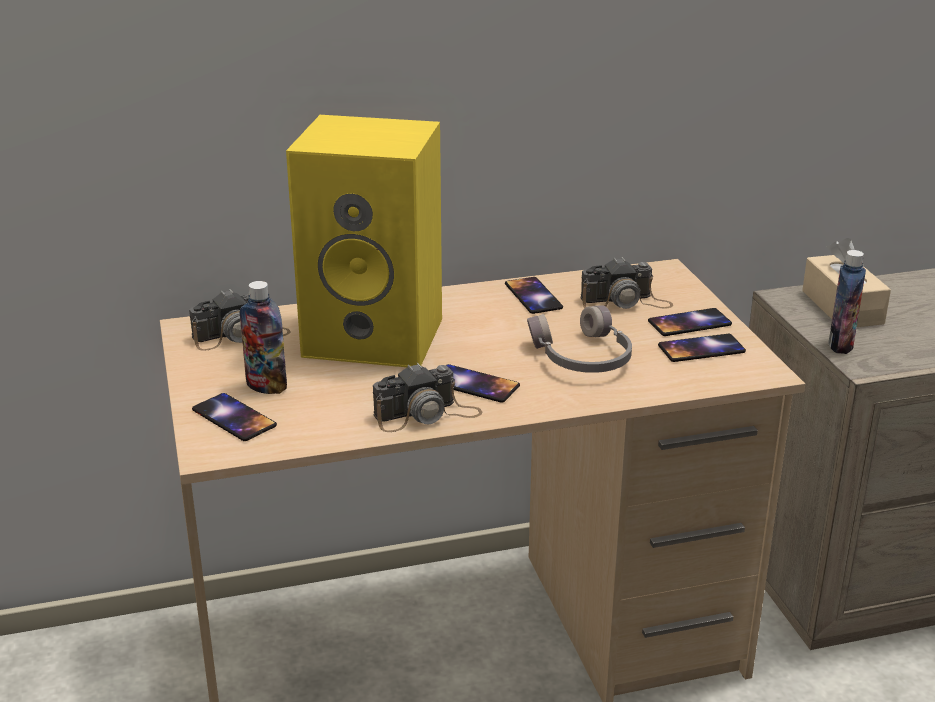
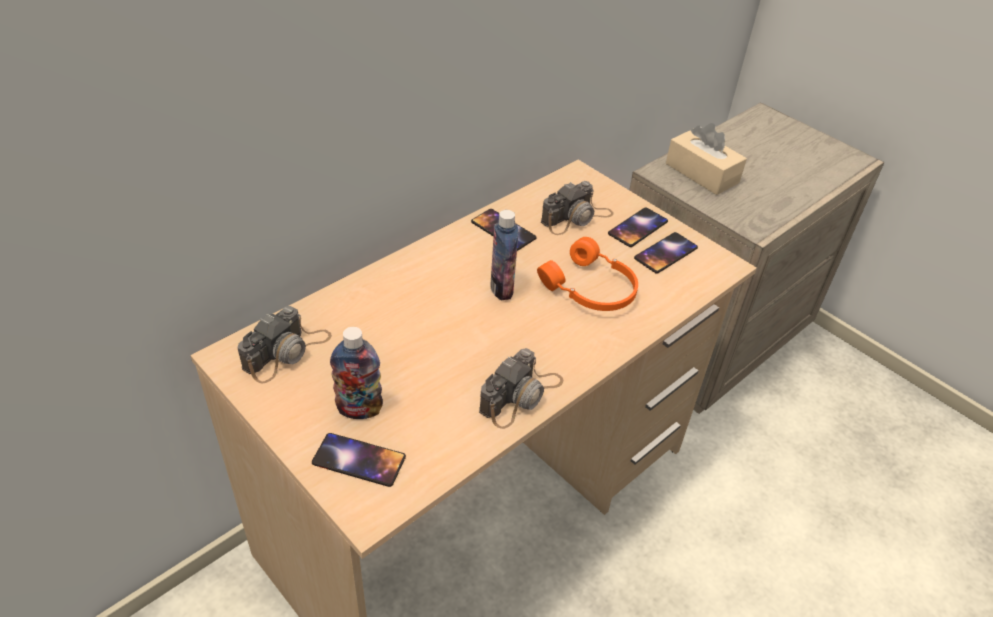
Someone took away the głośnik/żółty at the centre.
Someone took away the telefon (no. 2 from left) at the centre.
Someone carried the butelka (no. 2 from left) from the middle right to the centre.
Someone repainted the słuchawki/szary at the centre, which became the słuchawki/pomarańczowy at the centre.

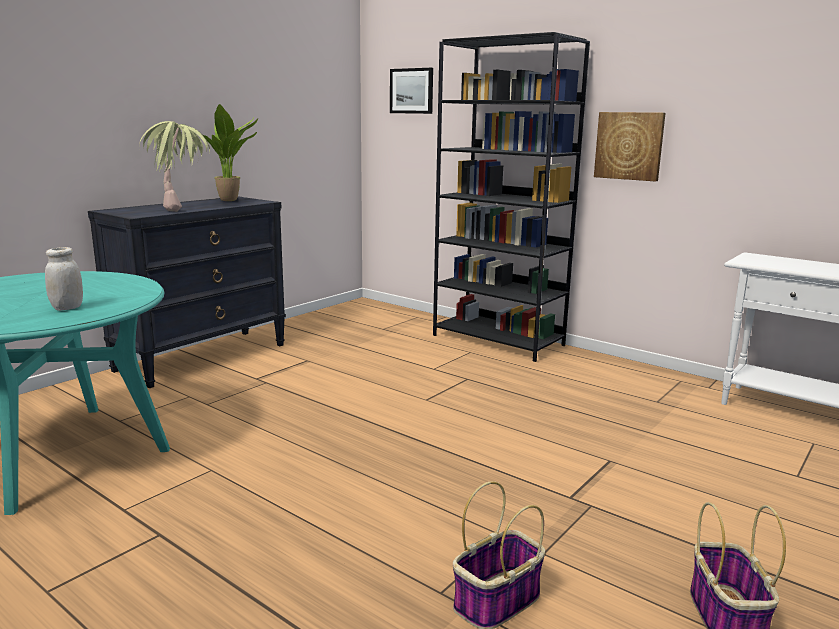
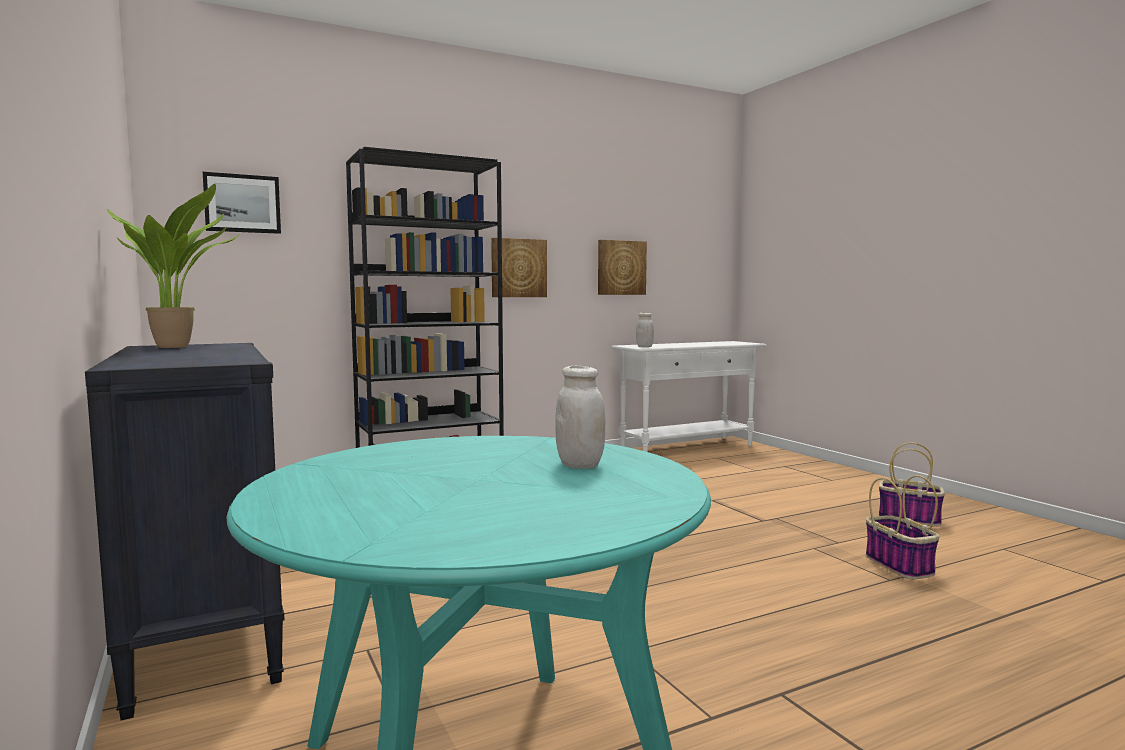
Someone took away the roślina doniczkowa (no. 1 from left) at the top left.
Someone put up the obraz (no. 3 from left) at the centre.
Someone put down the słoik/biały (no. 2 from left) at the centre.

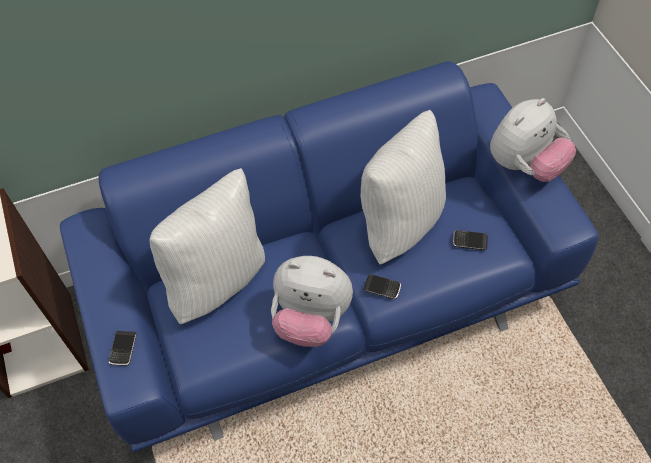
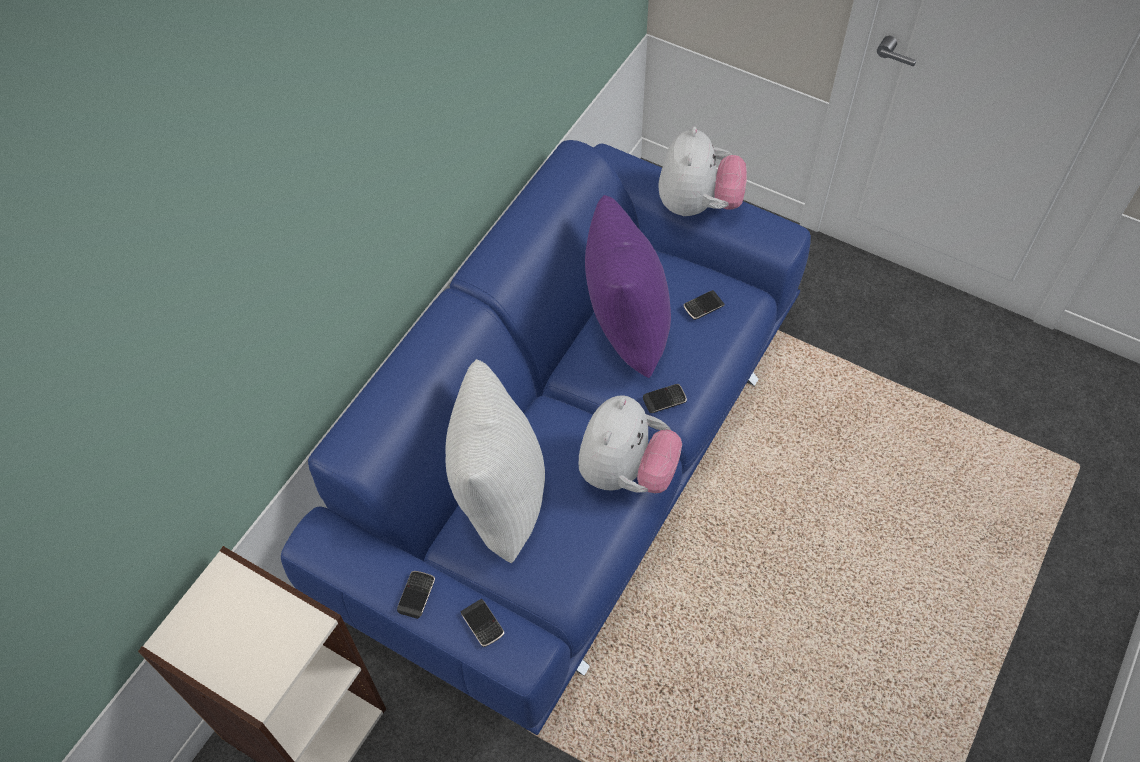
Someone put down the telefon (no. 1 from left) at the bottom centre.
Someone repainted the poduszka/biały (no. 2 from left) at the centre, which became the poduszka/fioletowy at the centre.
Someone rotated the pluszak (no. 1 from left) at the centre by 45 degrees counterclockwise.

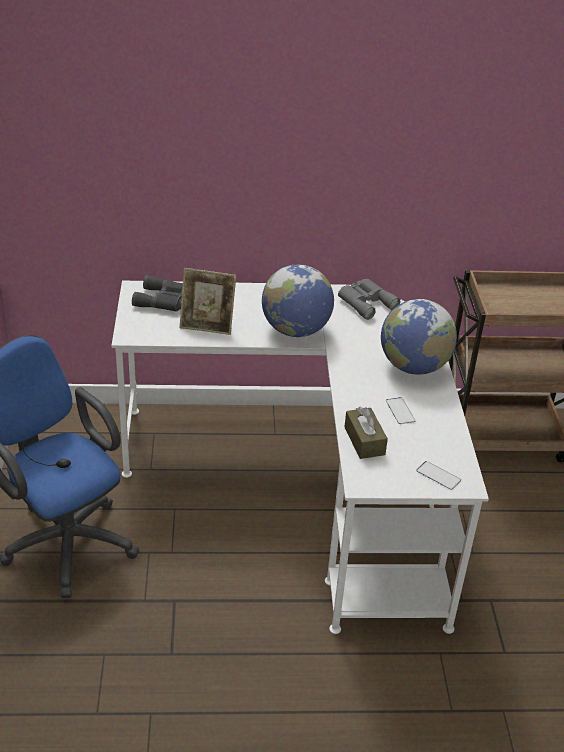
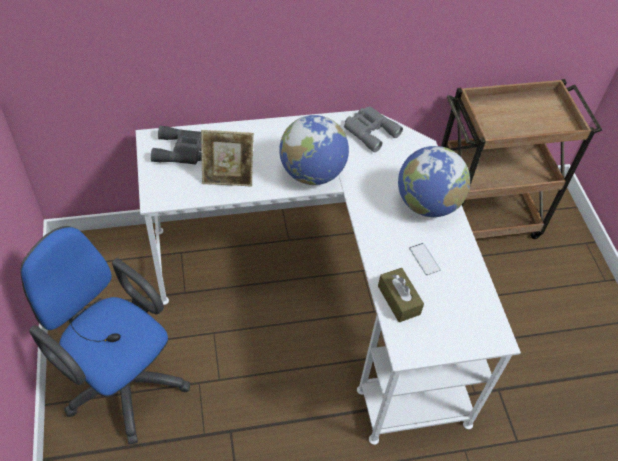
Someone took away the telefon (no. 2 from left) at the middle right.

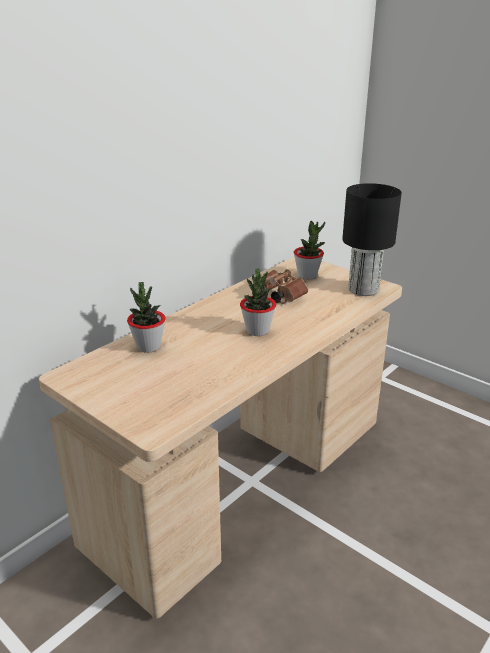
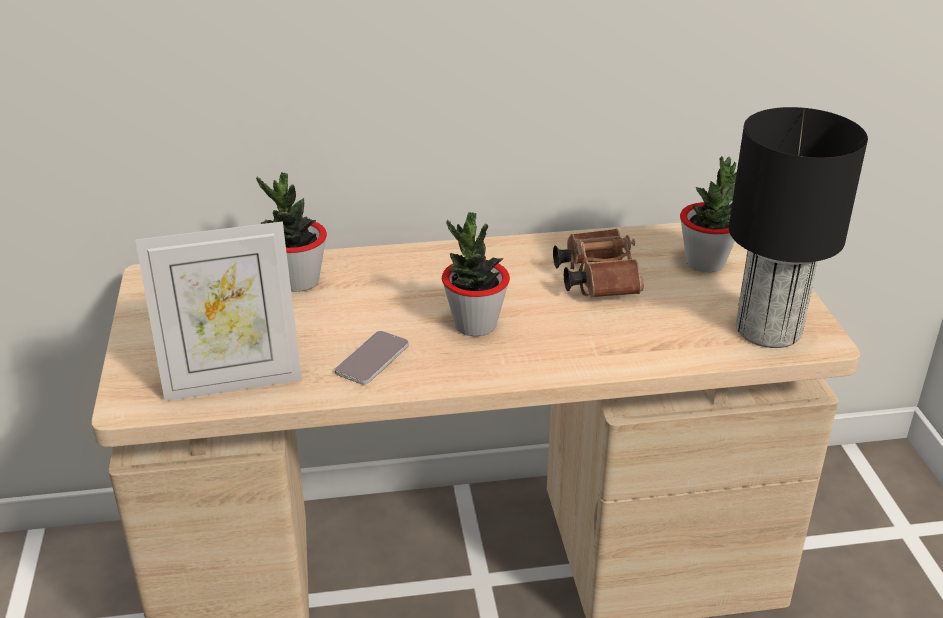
Someone put down the ramka na zdjęcie at the middle left.
Someone put down the telefon at the centre.

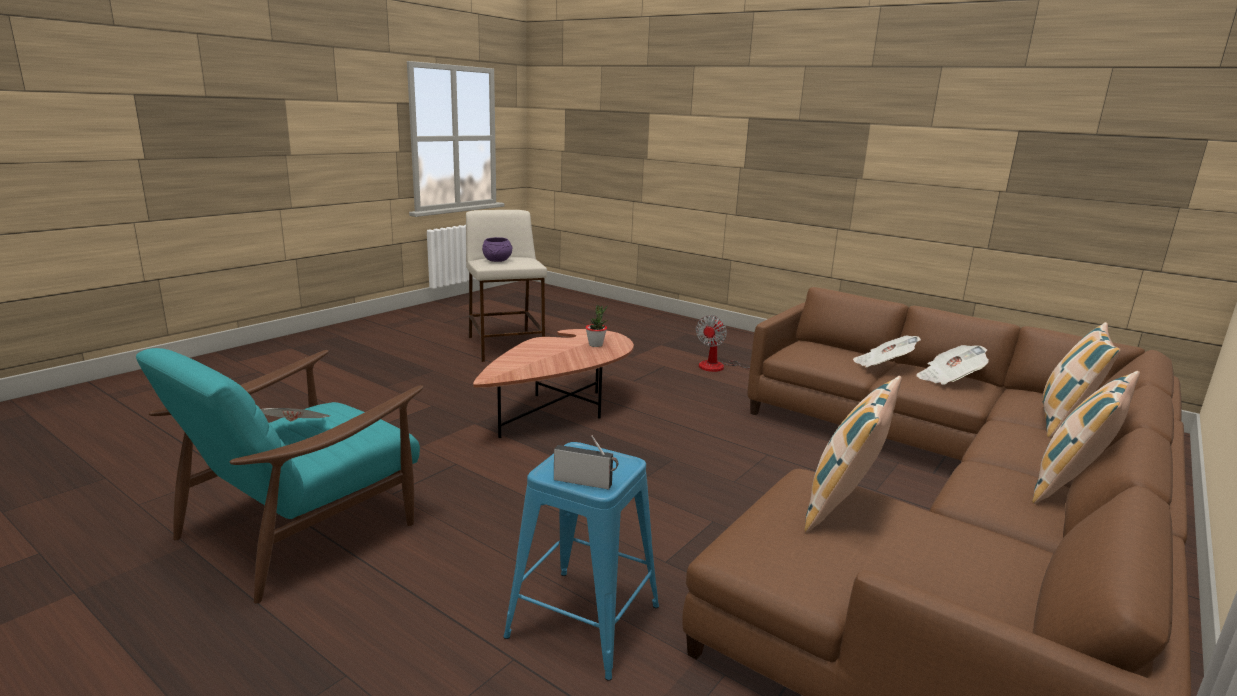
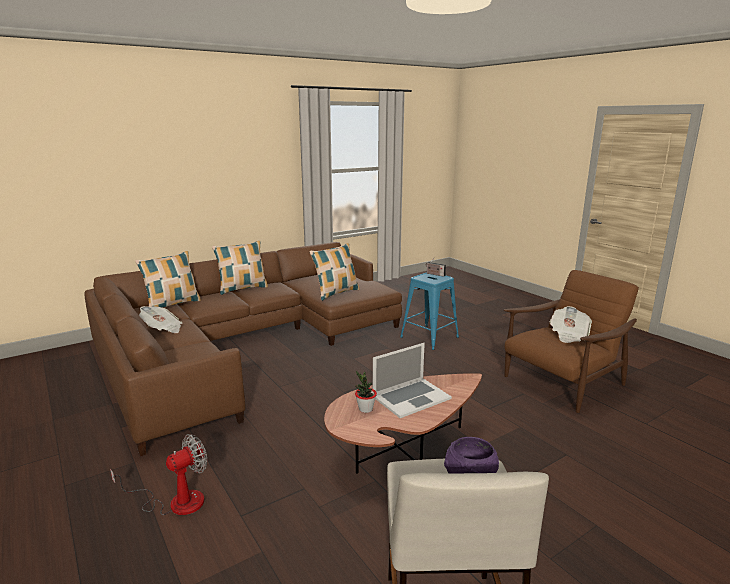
Someone took away the gazeta (no. 2 from left) at the middle right.
Someone put down the laptop at the centre.
Someone repainted the fotel/turkusowy at the bottom left, which became the fotel/brązowy at the middle right.

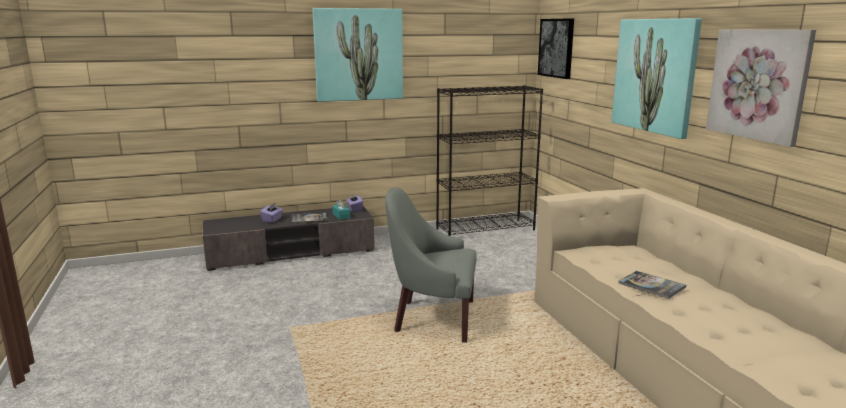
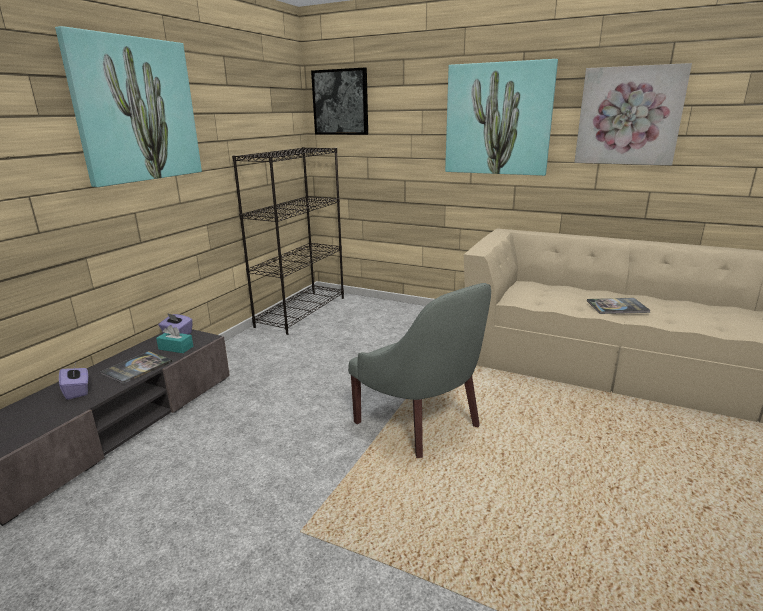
Someone rotated the fotel/szary at the centre by 90 degrees counterclockwise.

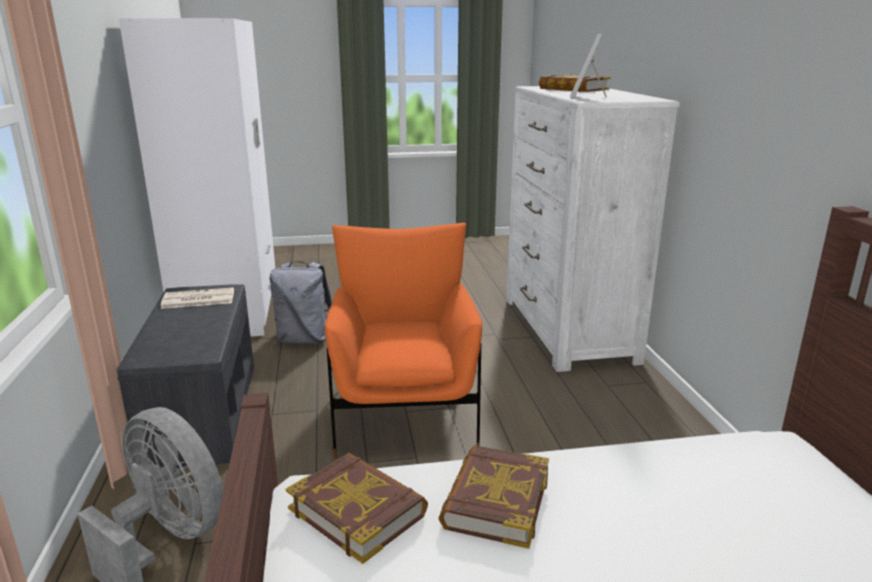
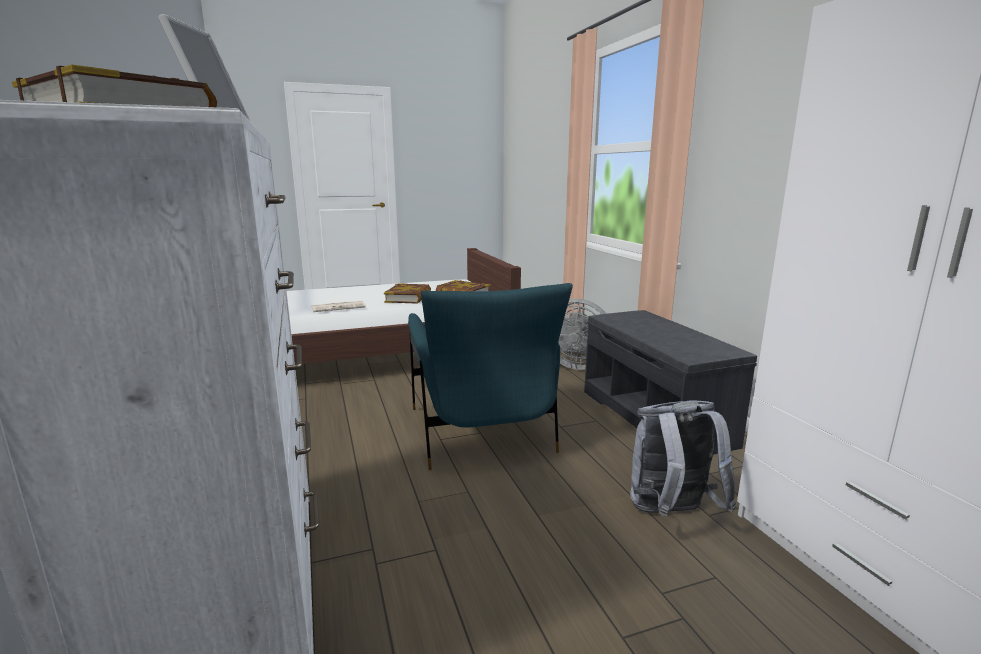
Someone carried the gazeta from the middle left to the centre.
Someone repainted the fotel/pomarańczowy at the centre, which became the fotel/niebieski at the centre.

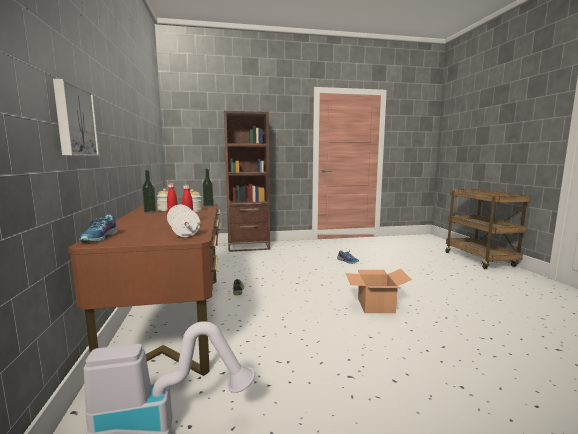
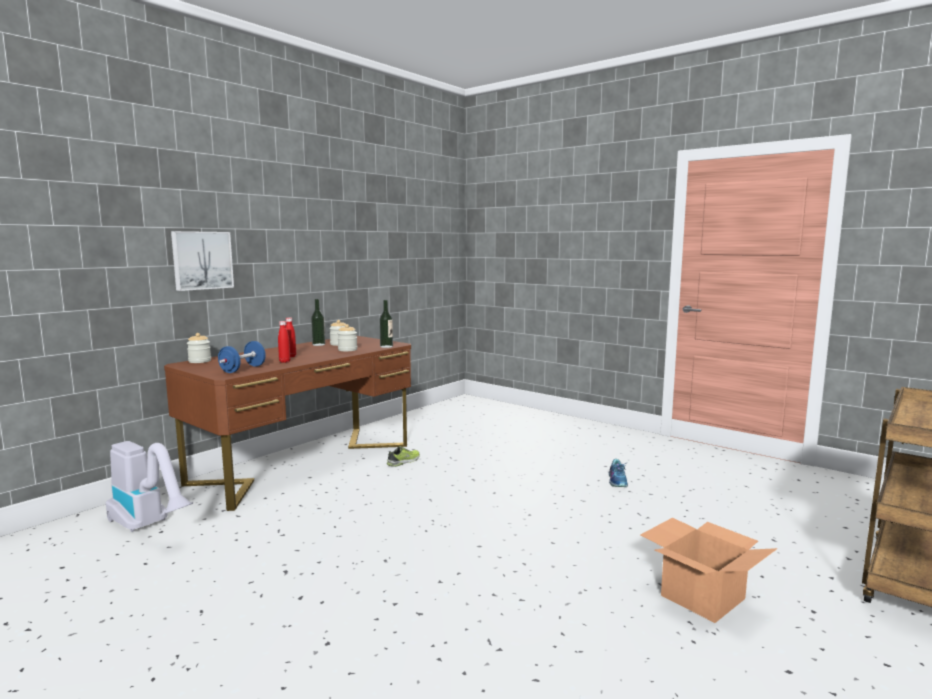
Someone took away the regał/brązowy at the centre.
Someone carried the karton from the bottom centre to the bottom right.
Someone swapped the but (no. 1 from left) at the middle left for the słoik (no. 1 from left) at the middle left.
Someone repainted the hantel/biały at the middle left, which became the hantel/niebieski at the middle left.

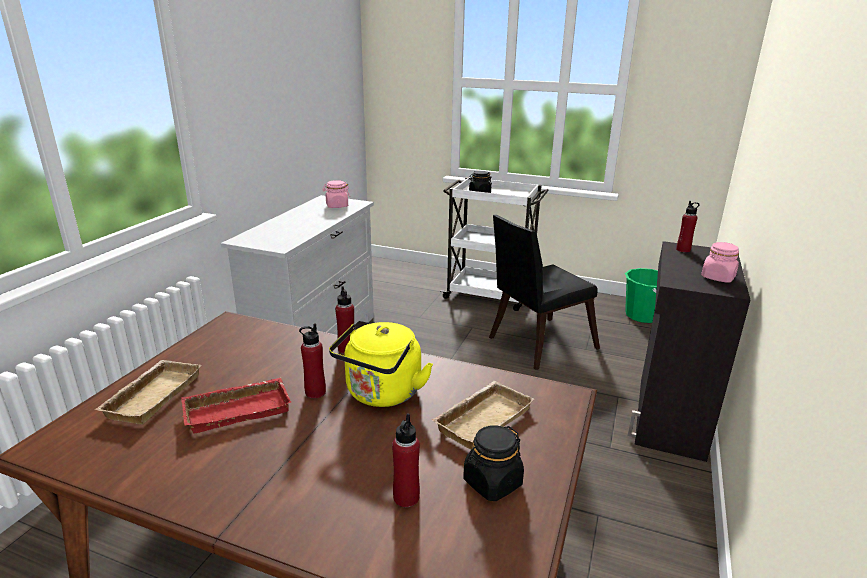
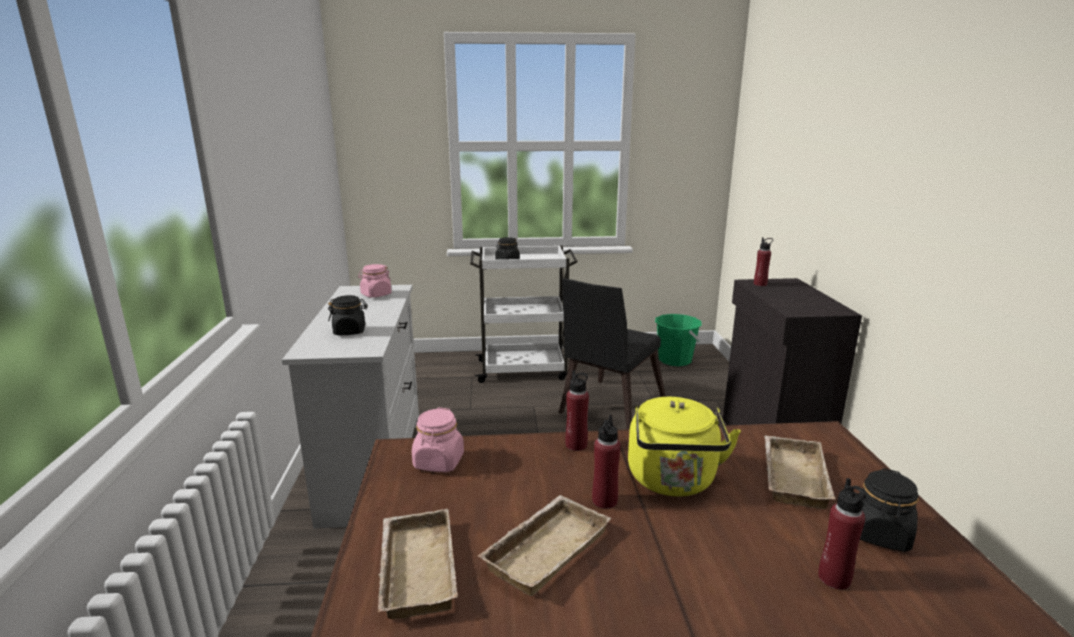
Someone put down the słoik/czarny (no. 1 from left) at the middle left.
Someone carried the słoik/różowy (no. 2 from left) from the middle right to the bottom centre.
Someone repainted the taca/czerwony at the bottom left, which became the taca/beżowy (no. 2 from left) at the bottom centre.

